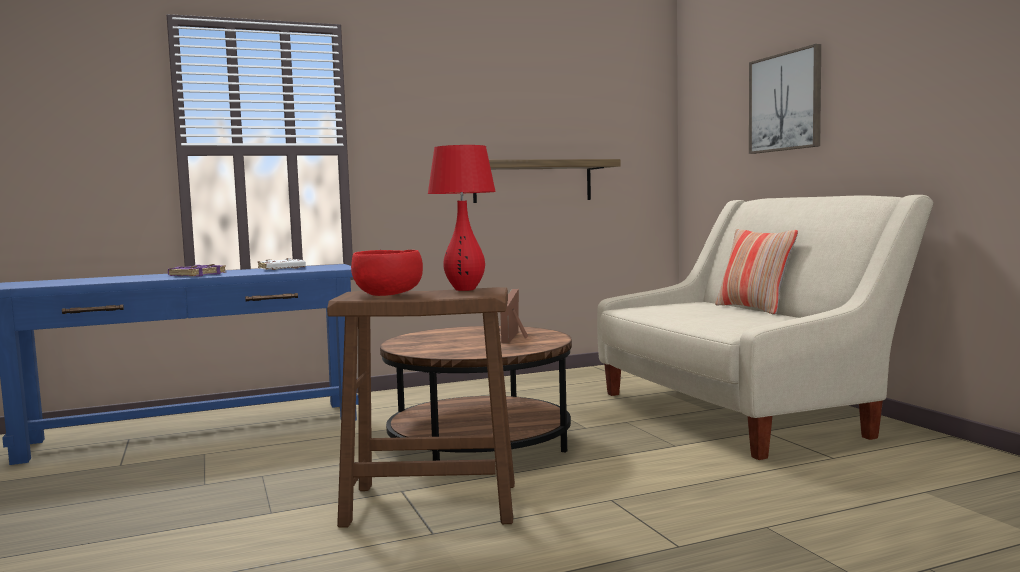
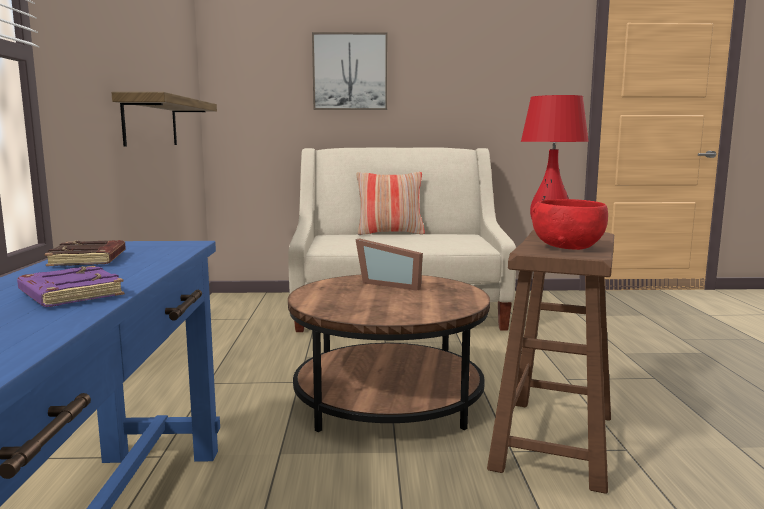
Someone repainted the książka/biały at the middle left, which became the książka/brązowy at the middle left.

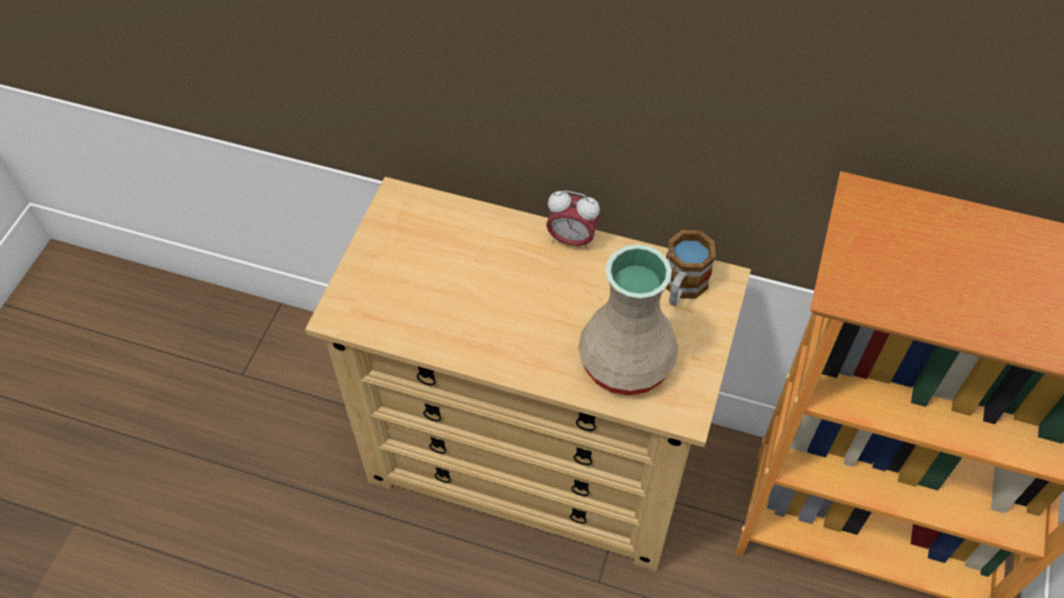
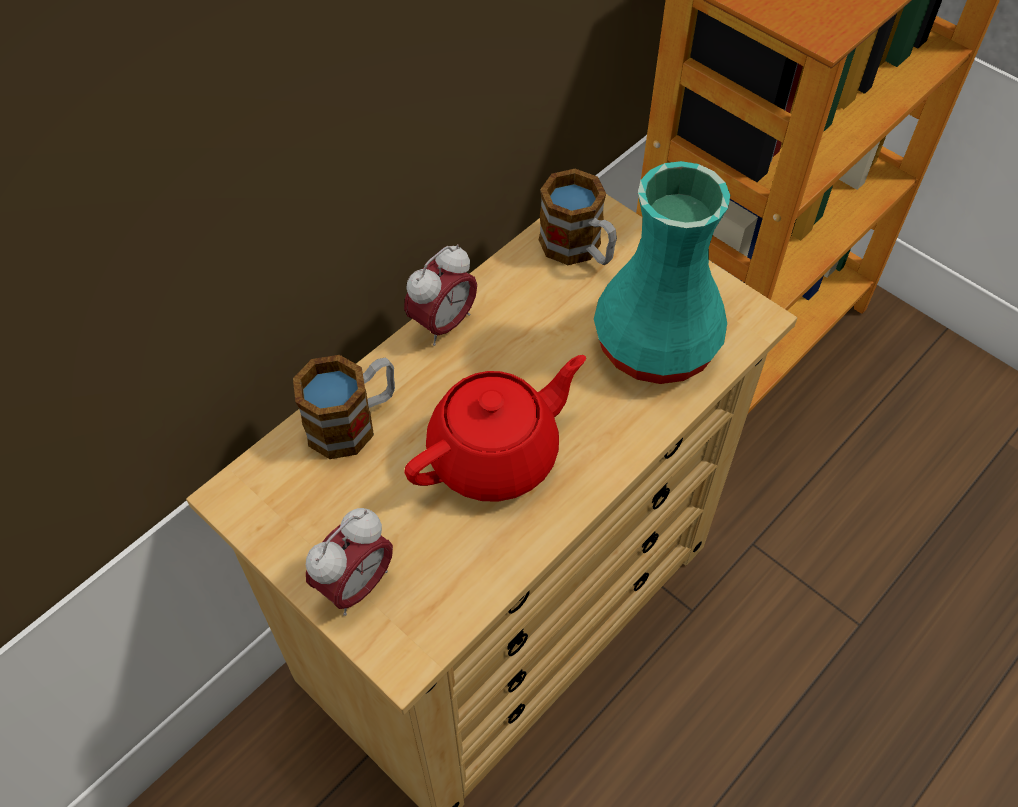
Someone put down the kubek (no. 1 from left) at the centre.
Someone put down the budzik (no. 1 from left) at the bottom centre.
Someone put down the imbryk/czerwony at the centre.
Someone repainted the wazon/beżowy at the centre, which became the wazon/turkusowy at the centre.

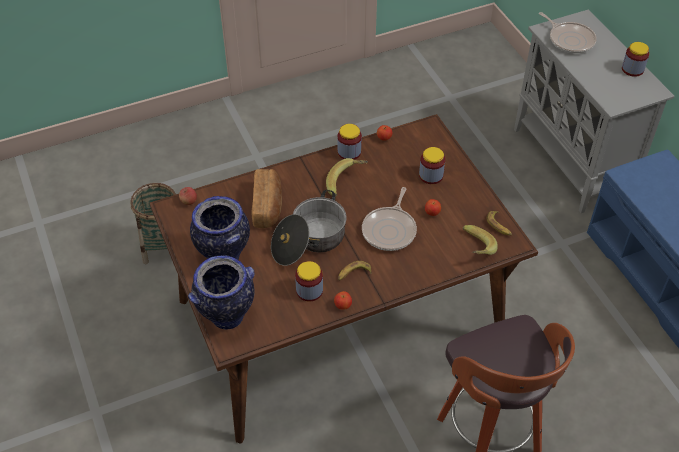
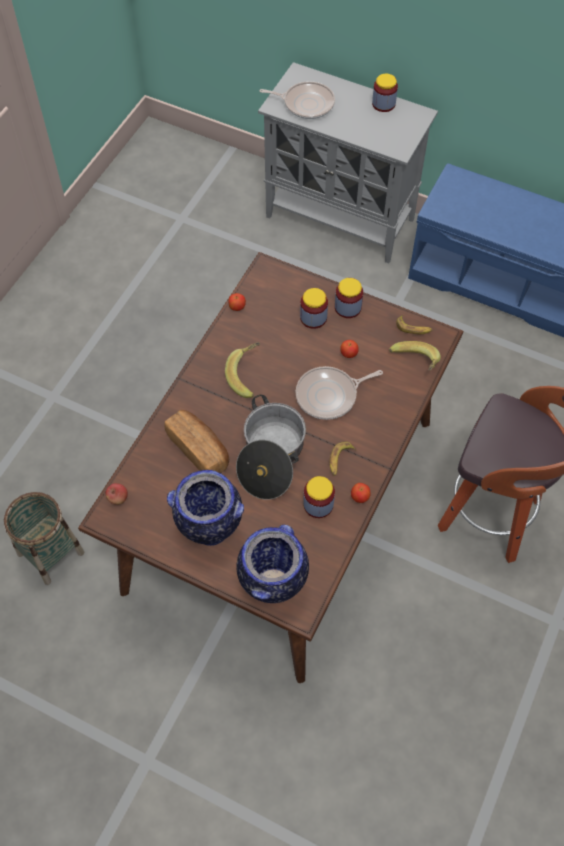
Someone carried the słoik (no. 2 from left in the first image) from the top centre to the centre.
Someone rotated the patelnia (no. 1 from left in the first image) at the centre by 90 degrees clockwise.

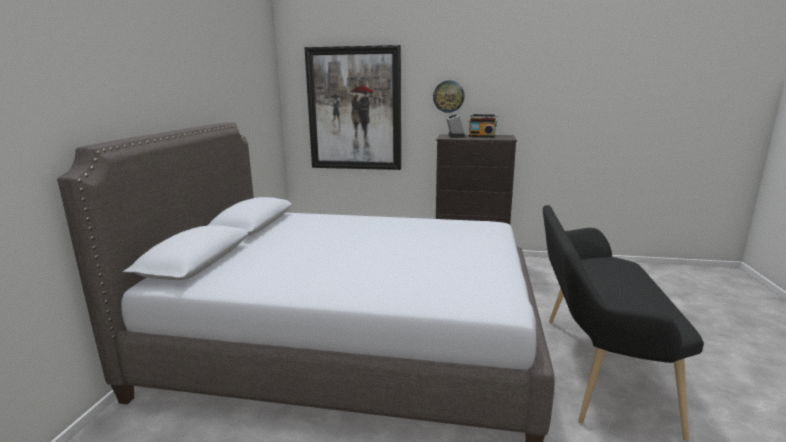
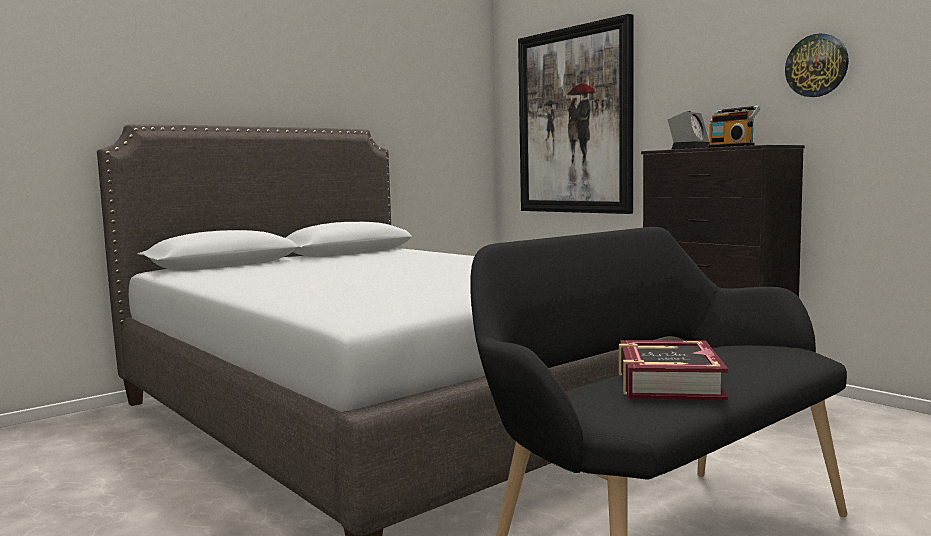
Someone put down the książka at the bottom right.
Someone carried the zegar ścienny from the top centre to the top right.

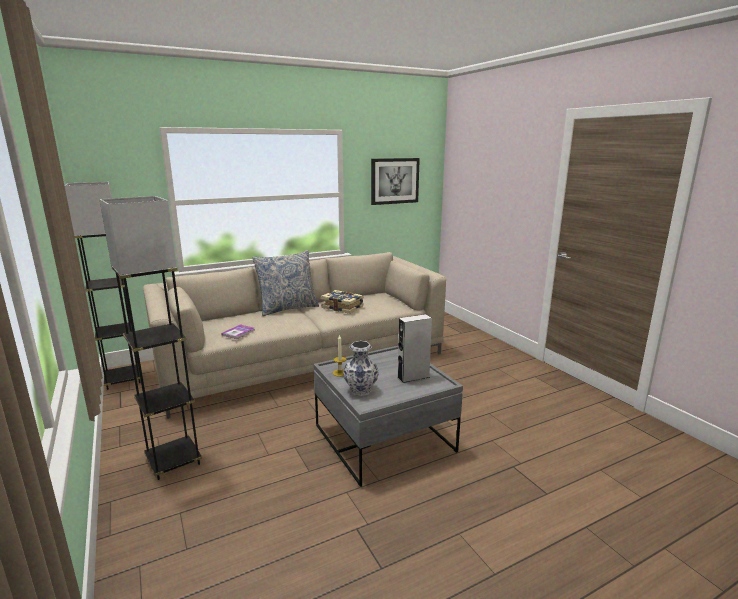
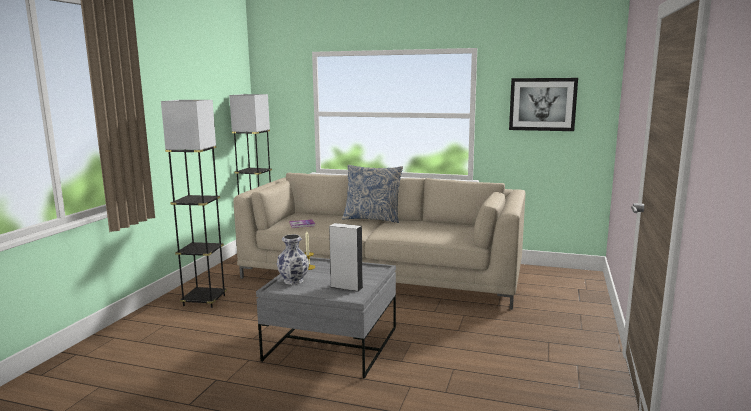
Someone took away the książka (no. 2 from left) at the centre.

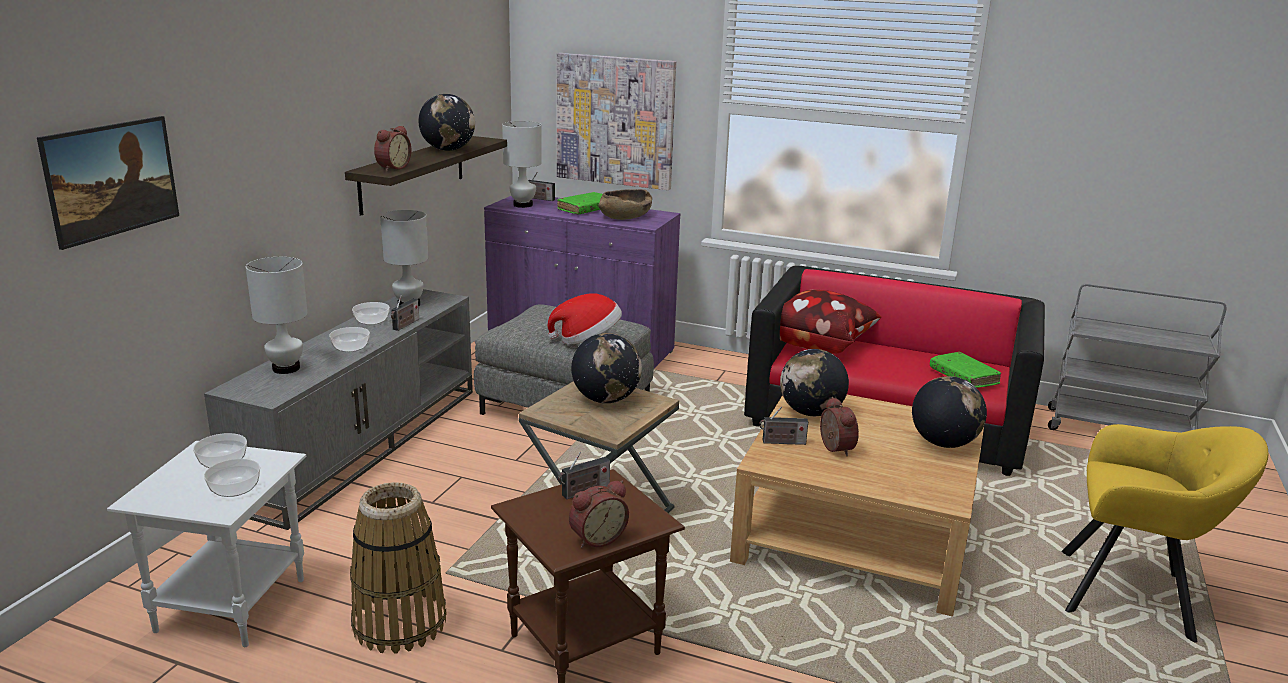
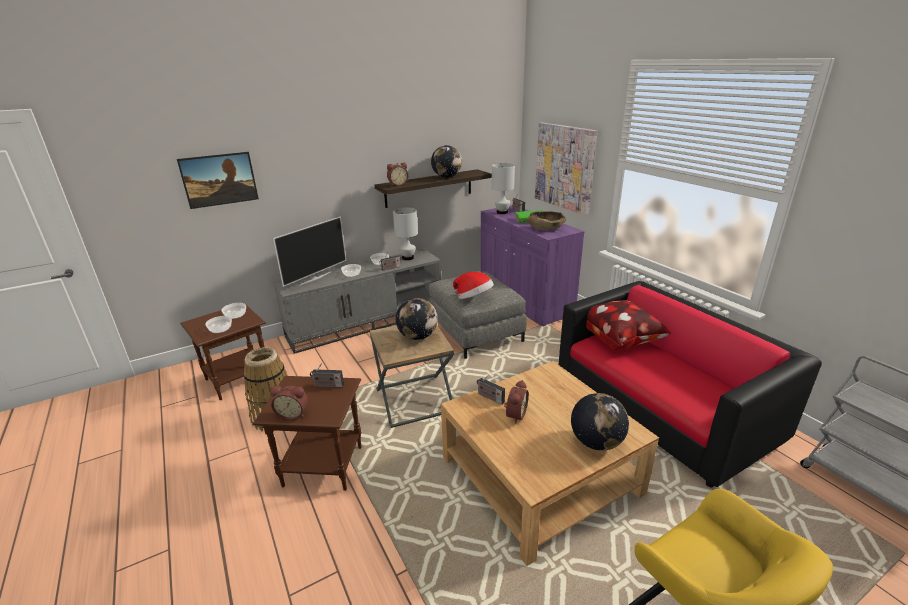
Someone took away the globus (no. 3 from left) at the centre.
Someone took away the książka/zielony (no. 2 from left) at the middle right.
Someone swapped the lampa stołowa/biały (no. 1 from left) at the middle left for the telewizor at the centre.
Someone repainted the stolik/biały at the bottom left, which became the stolik/brązowy (no. 1 from left) at the middle left.

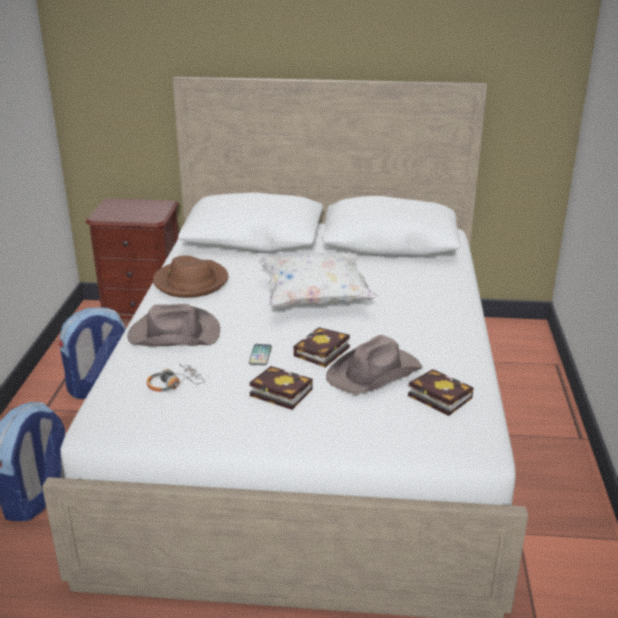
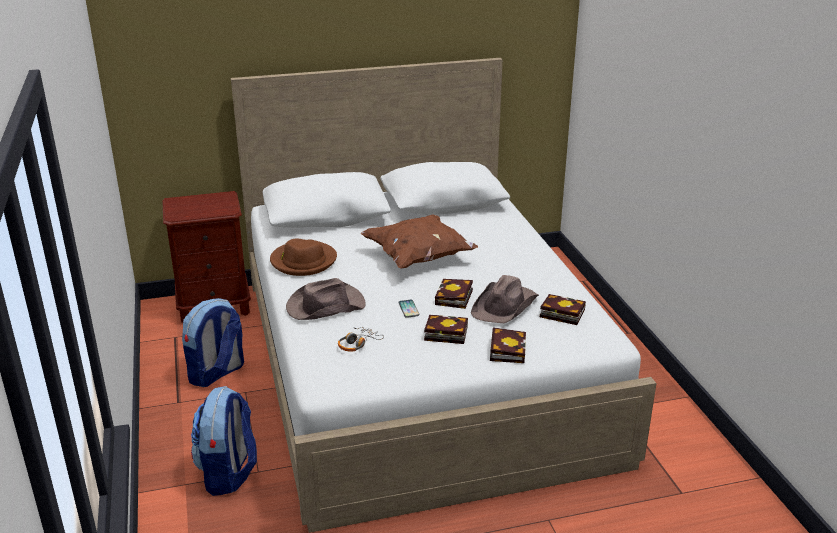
Someone put down the książka (no. 3 from left) at the centre.
Someone repainted the poduszka/biały at the centre, which became the poduszka/brązowy at the centre.

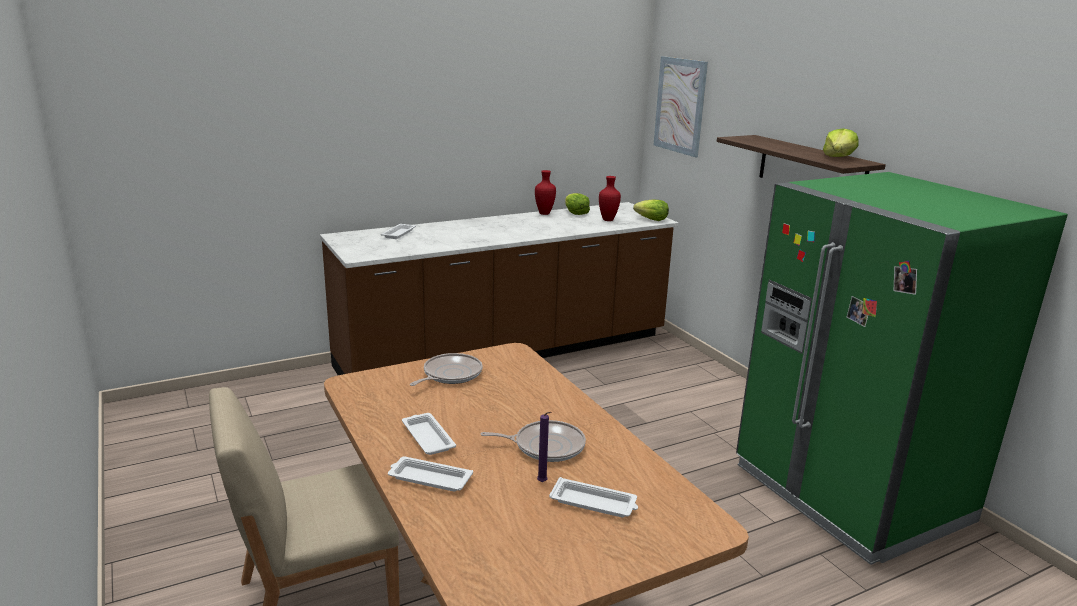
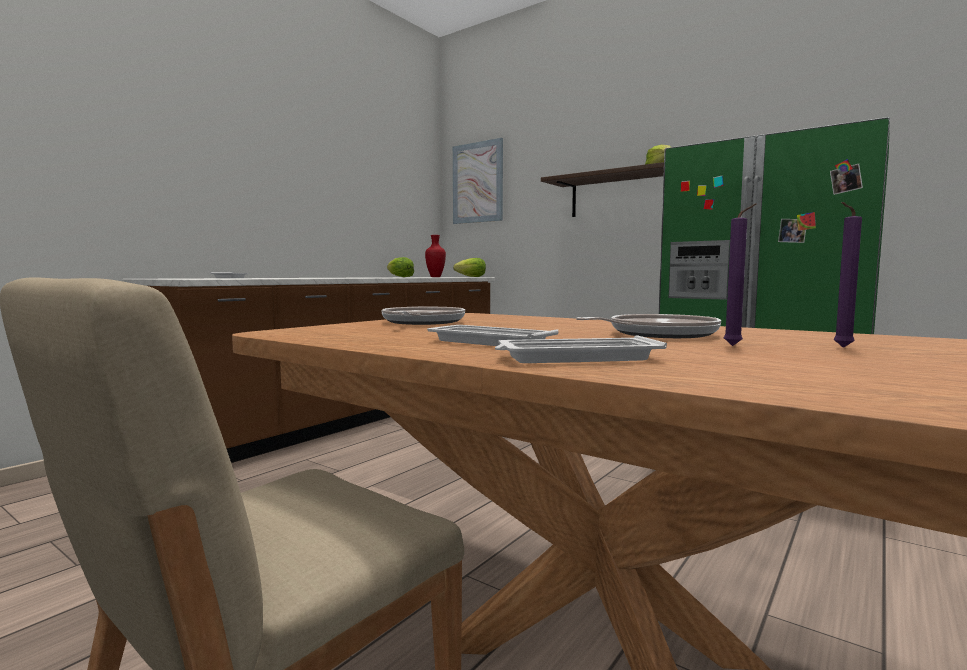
Someone took away the wazon/czerwony (no. 1 from left) at the top centre.
Someone swapped the taca/biały (no. 4 from left) at the bottom centre for the świeca/fioletowy (no. 2 from left) at the middle right.

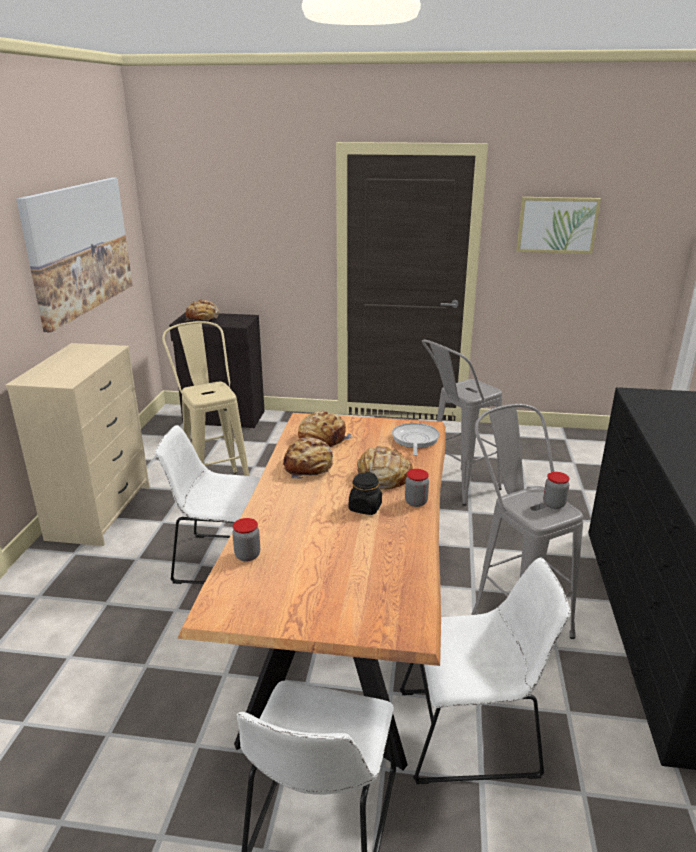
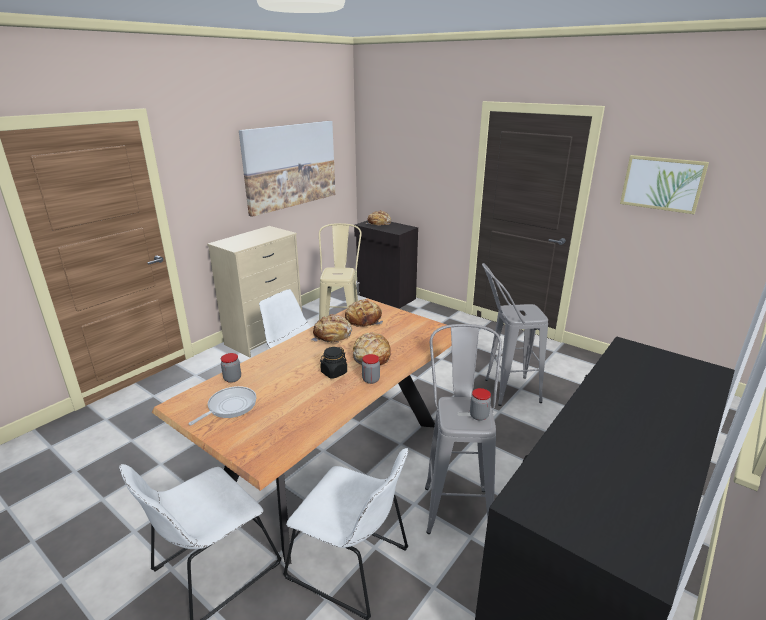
Someone carried the patelnia from the centre to the middle left.

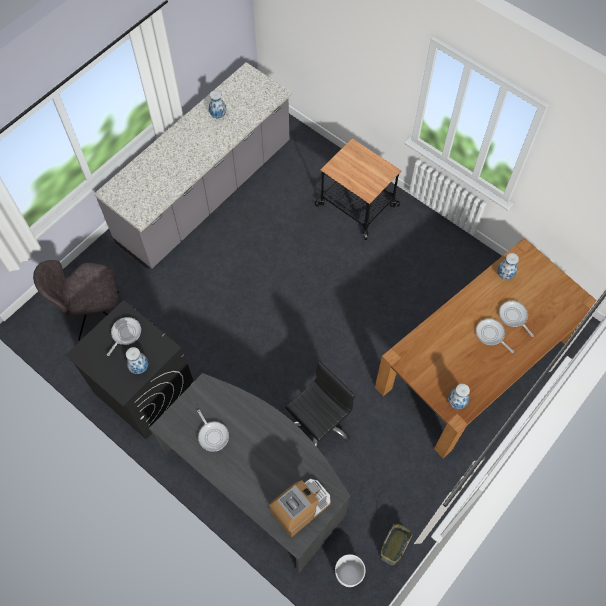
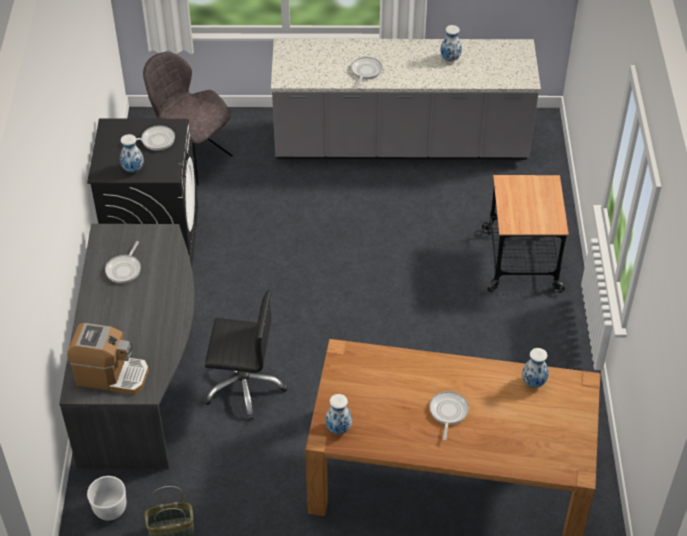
Someone carried the patelnia (no. 4 from left in the first image) from the middle right to the top centre.

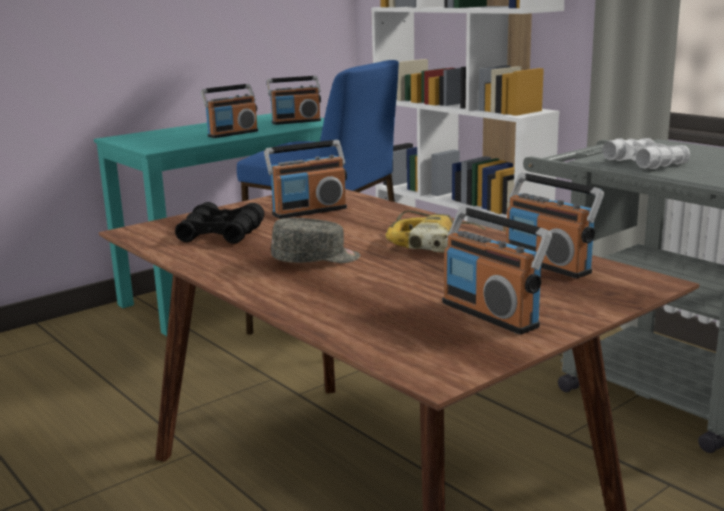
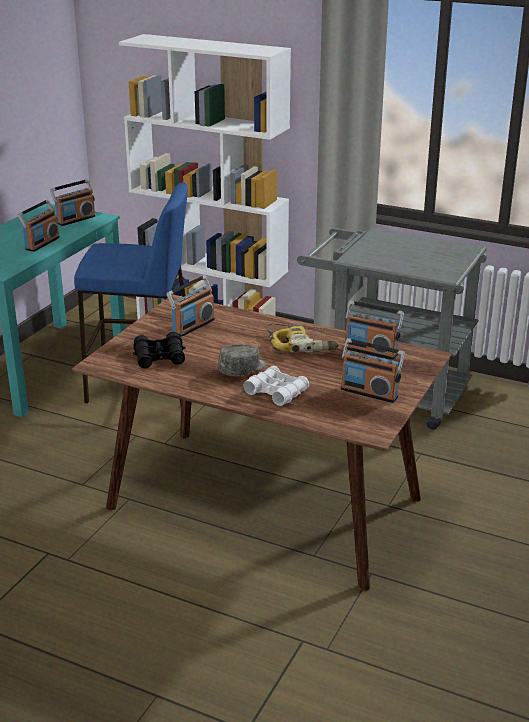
Someone carried the lornetka/biały from the top right to the centre.

